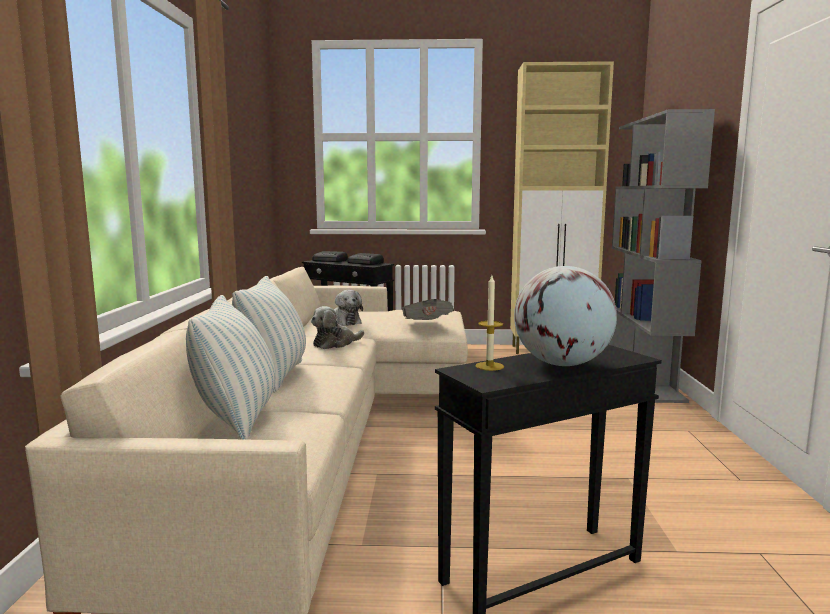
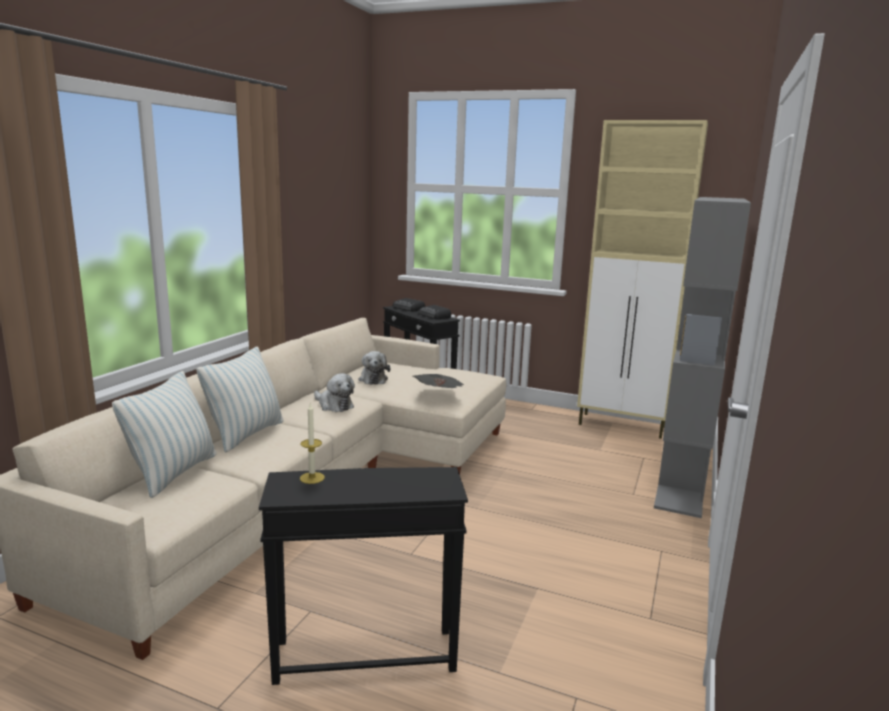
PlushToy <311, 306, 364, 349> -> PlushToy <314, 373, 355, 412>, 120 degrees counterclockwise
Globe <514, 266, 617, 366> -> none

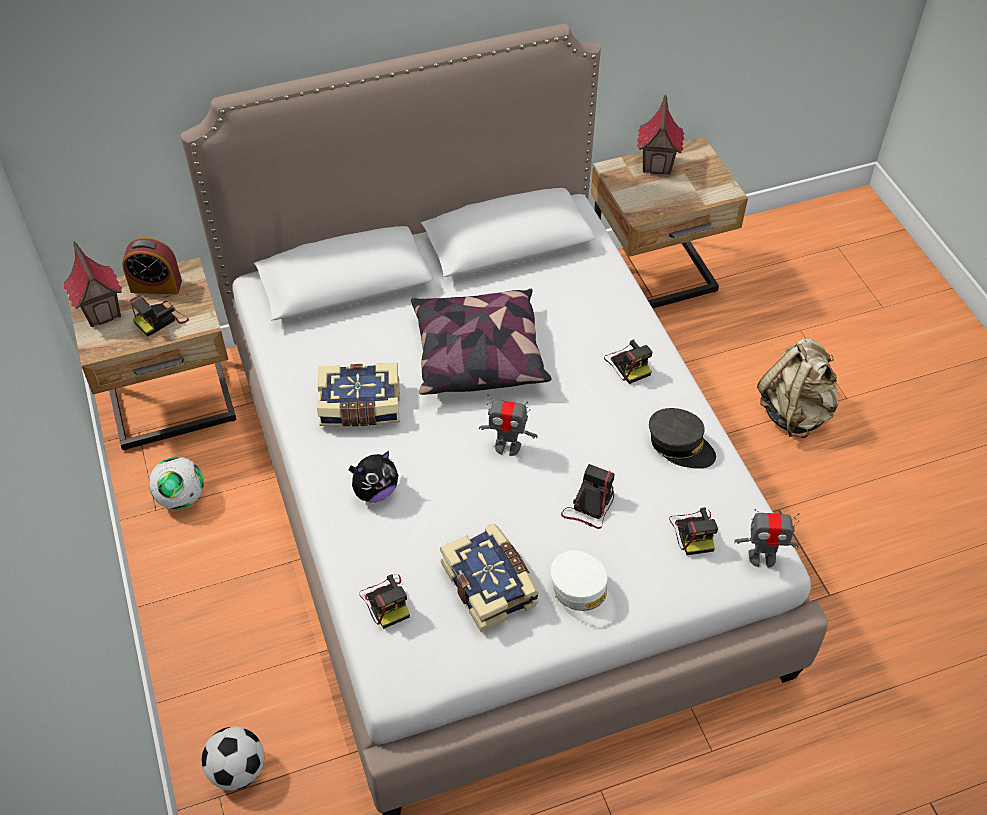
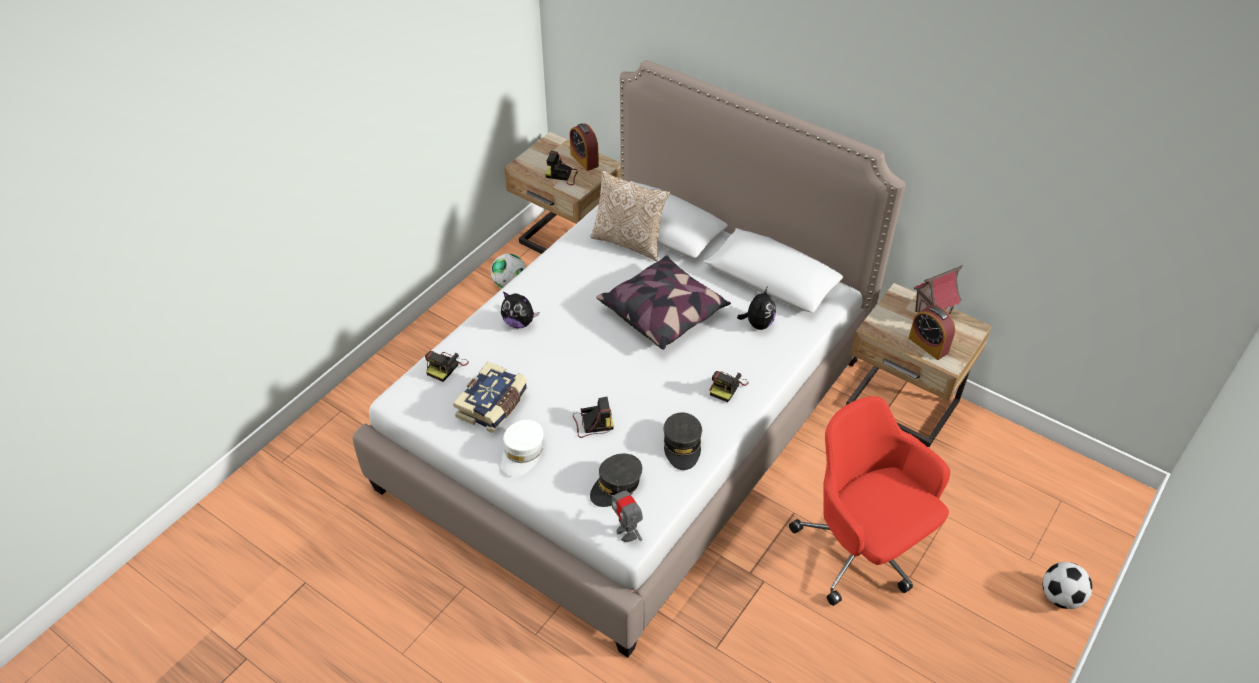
none -> Pillow <590, 170, 670, 262>
PhotoCamera <669, 507, 718, 555> -> GreyCap <590, 454, 642, 507>
none -> PlushToy <737, 287, 776, 330>
BeigeBackpack <757, 338, 839, 438> -> RedOfficeChair <789, 396, 950, 606>
none -> AlarmClock <909, 305, 955, 360>
Football <202, 726, 264, 791> -> Football <1043, 562, 1092, 609>, moved
ToyHouse <64, 241, 122, 327> -> none
Book <317, 363, 400, 427> -> none
ToyRobot <479, 394, 538, 456> -> none

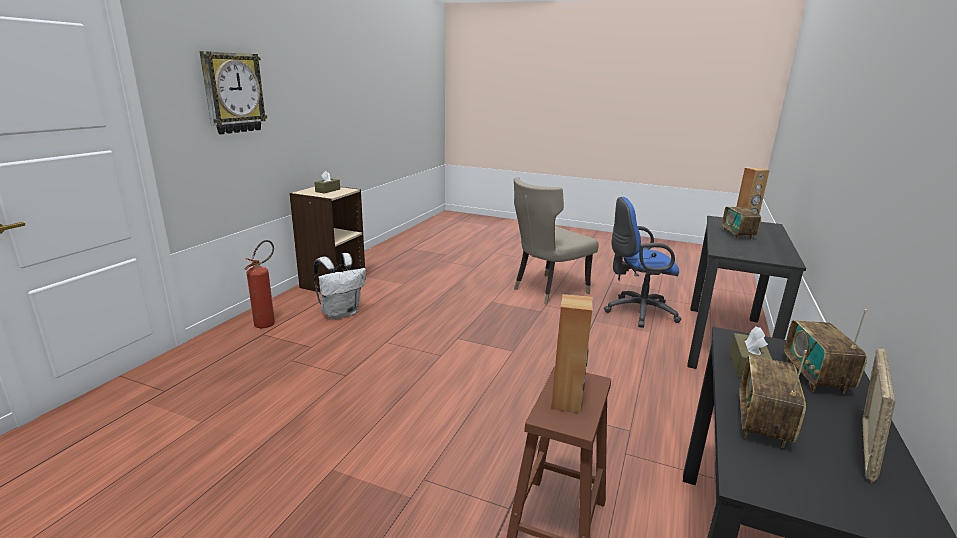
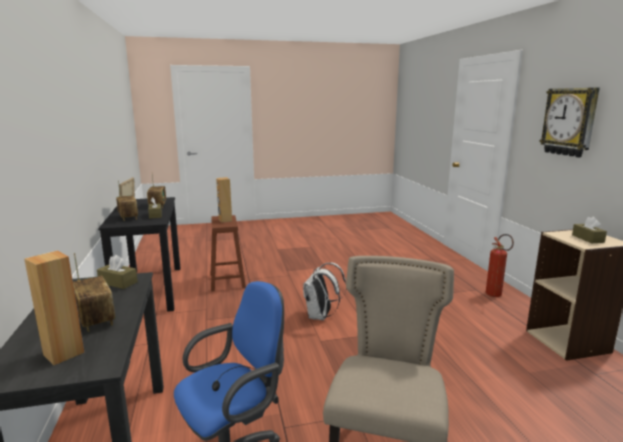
none -> BrownTissueBox <97, 255, 138, 289>
WhiteBackpack <313, 253, 366, 320> -> WhiteBackpack <303, 262, 347, 320>, moved

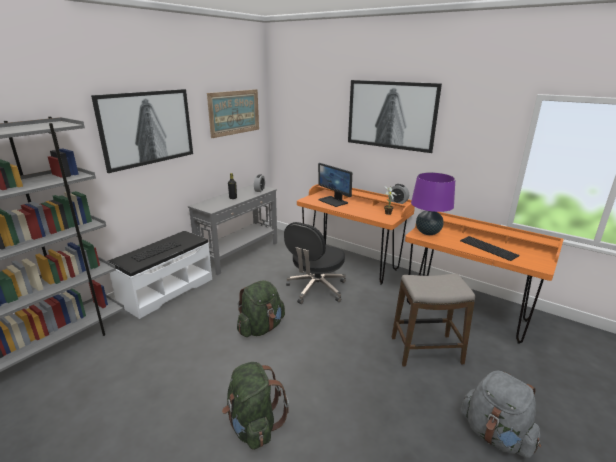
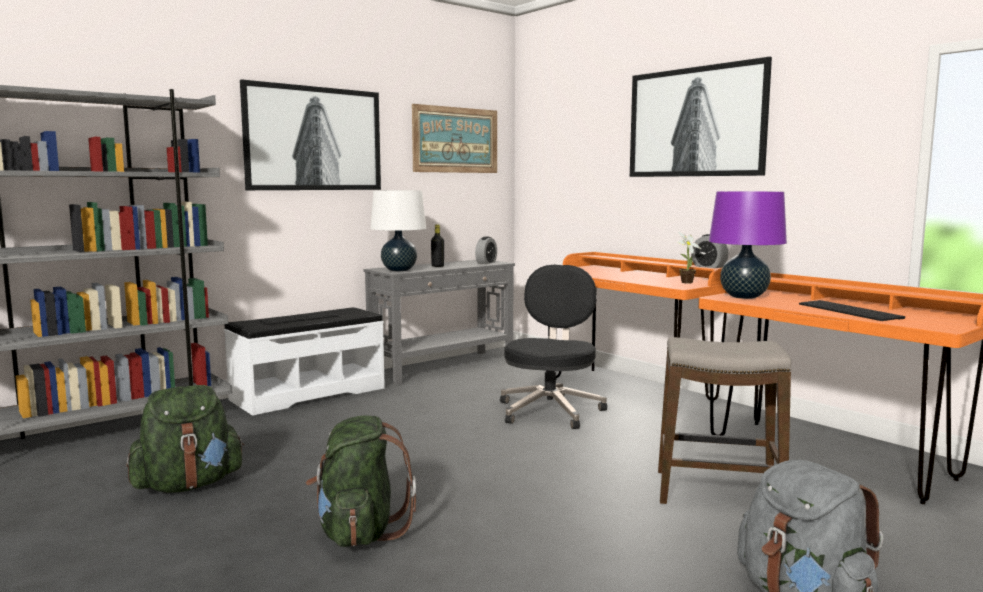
GreenBackpack <237, 280, 285, 337> -> GreenBackpack <127, 385, 245, 493>, moved
none -> WhiteTableLamp <370, 190, 426, 271>
BlackOfficeChair <284, 222, 346, 304> -> BlackOfficeChair <500, 265, 607, 429>, 150 degrees clockwise
Monitor <318, 163, 352, 207> -> none

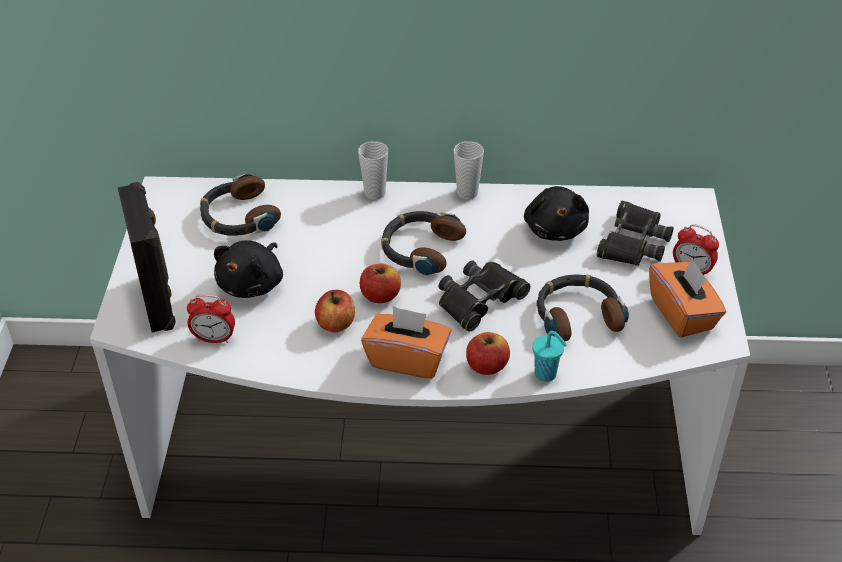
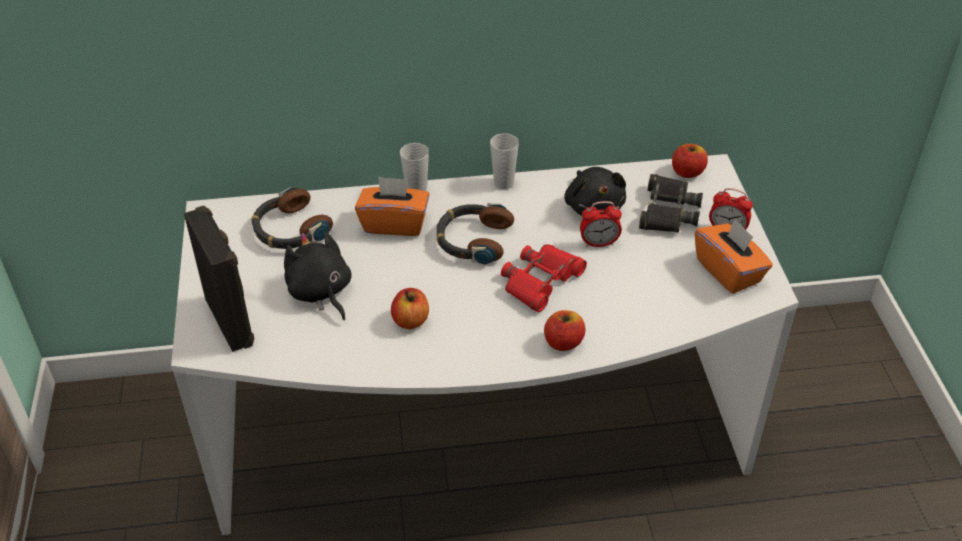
BlackPlushToy <214, 240, 283, 298> -> BlackPlushToy <284, 232, 351, 320>, 135 degrees clockwise
OrangeTissueBox <361, 306, 452, 379> -> OrangeTissueBox <355, 176, 430, 236>, moved
BlackBinoculars <439, 261, 531, 332> -> RedBinoculars <501, 244, 587, 312>
AlarmClock <187, 294, 235, 343> -> AlarmClock <580, 201, 622, 247>, moved
Apple <360, 264, 401, 303> -> Apple <672, 144, 708, 178>, moved
TurquoiseCup <532, 331, 567, 382> -> none
Headphones <537, 274, 629, 341> -> none

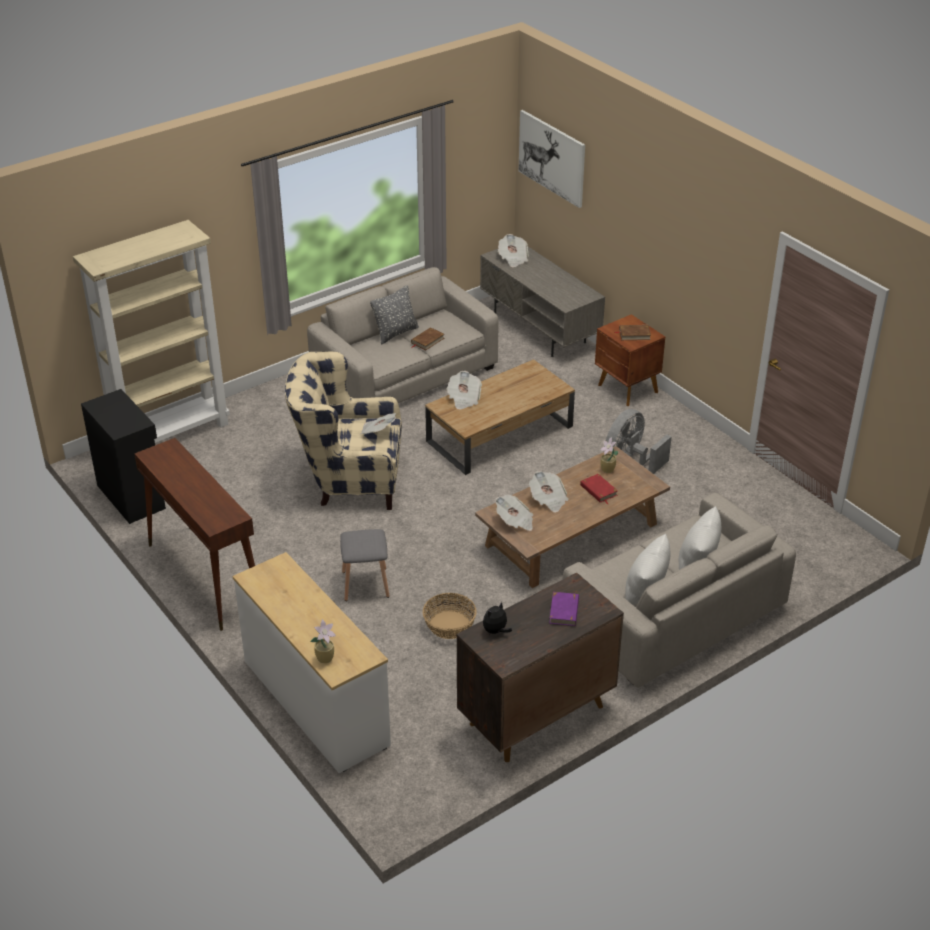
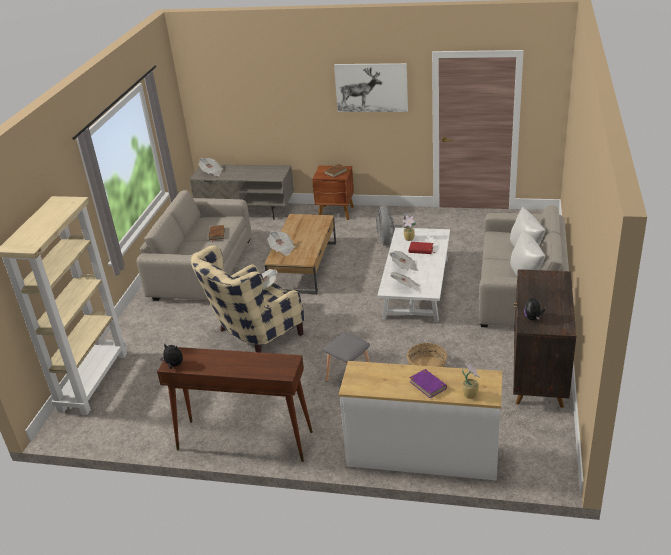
none -> PlushToy <160, 343, 183, 369>
Picture <519, 110, 585, 208> -> Picture <334, 63, 408, 112>, moved
BrownCoffeeTable <475, 446, 670, 588> -> WhiteCoffeeTable <377, 228, 450, 322>
PurpleBook <549, 592, 579, 626> -> PurpleBook <409, 369, 447, 398>, moved
BlackCabinet <81, 389, 166, 524> -> none
GreyPillow <370, 285, 419, 345> -> none

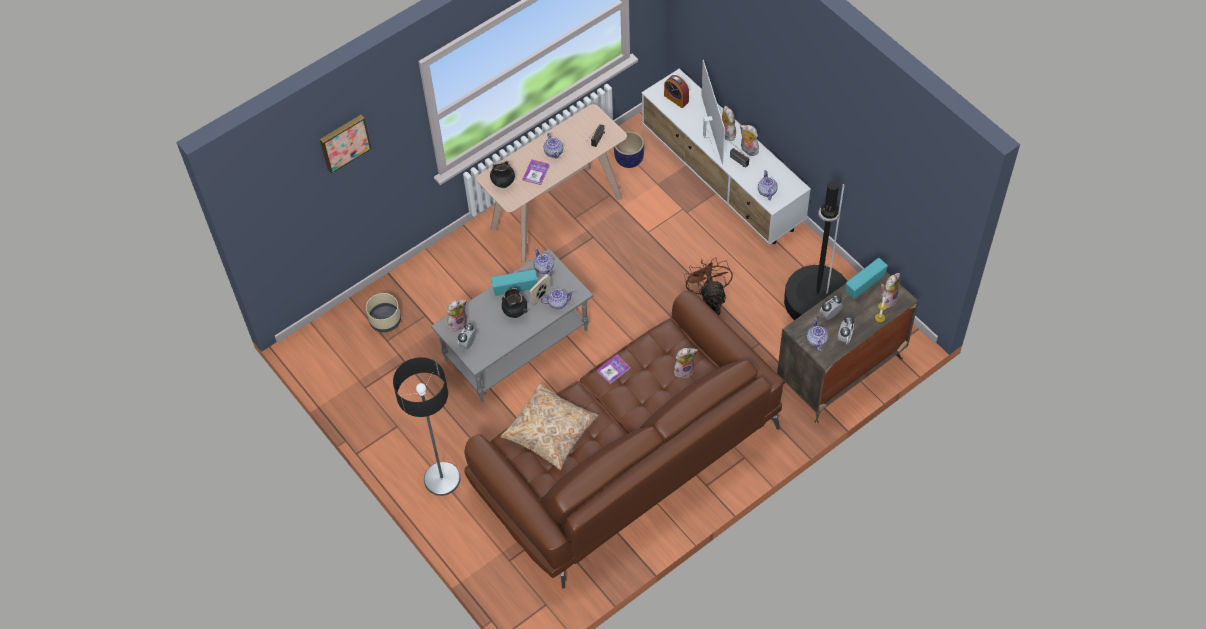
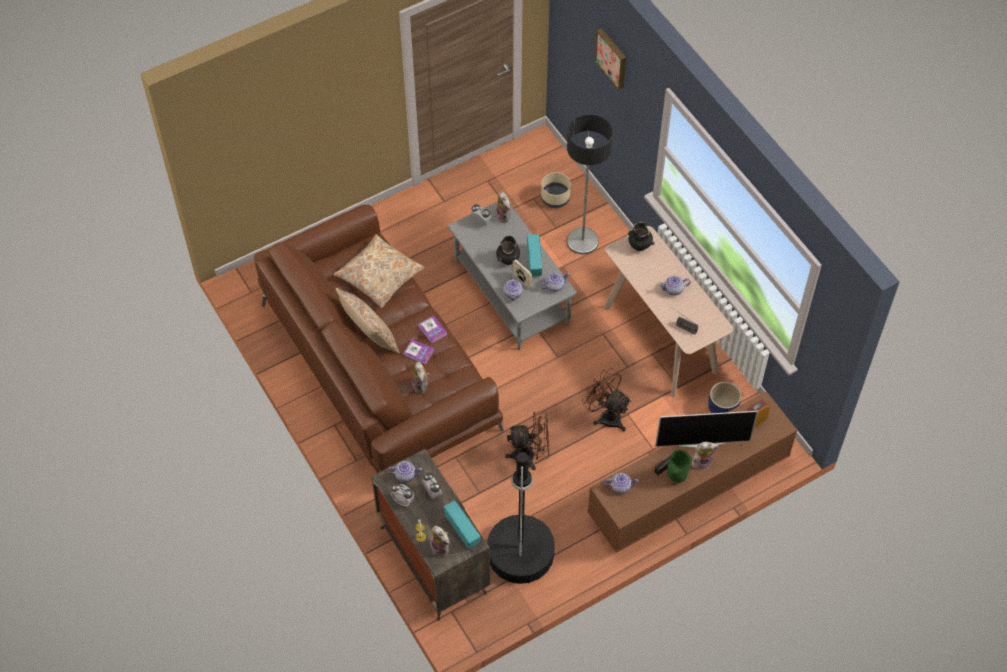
none -> BeigePillow <336, 288, 400, 353>
Book <523, 159, 550, 185> -> Book <403, 339, 435, 364>, moved
FloorLamp <393, 357, 460, 496> -> FloorLamp <567, 114, 613, 254>, moved
none -> BrownFan <582, 368, 631, 431>
WhiteTvStand <641, 69, 811, 245> -> BrownTvStand <587, 391, 798, 553>
PlushToy <740, 125, 759, 156> -> GreenVase <667, 450, 691, 483>

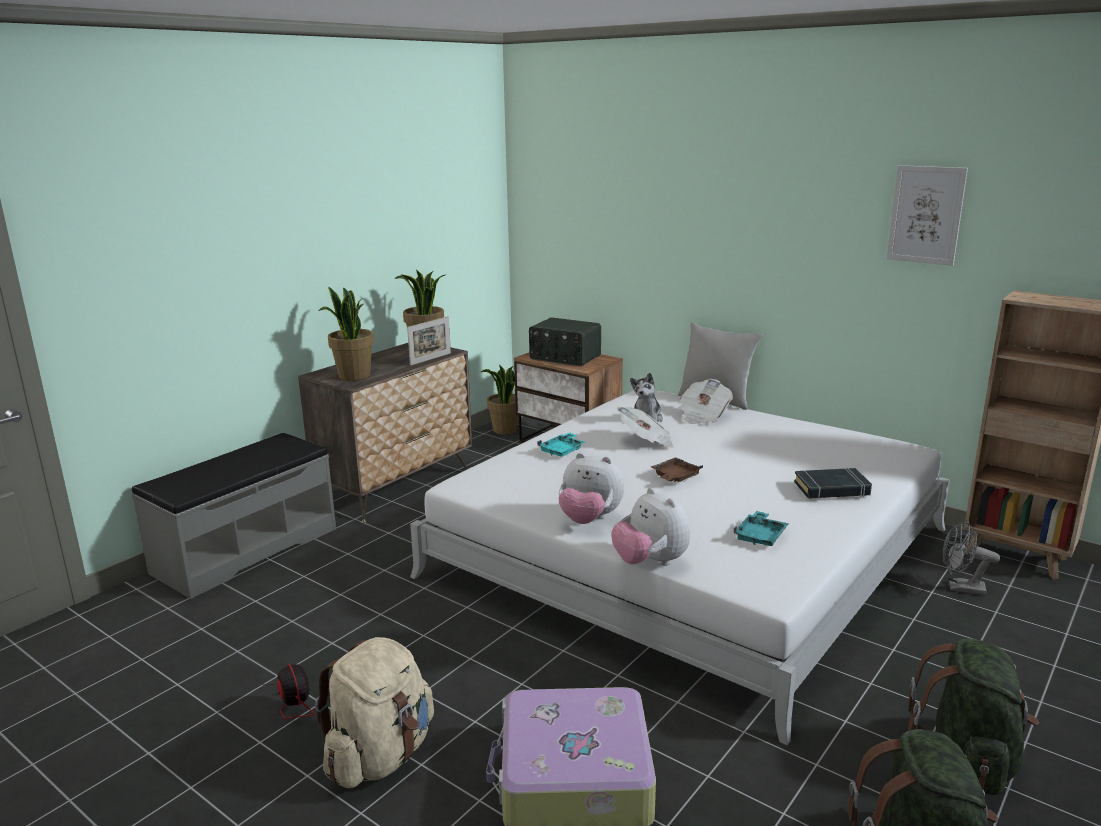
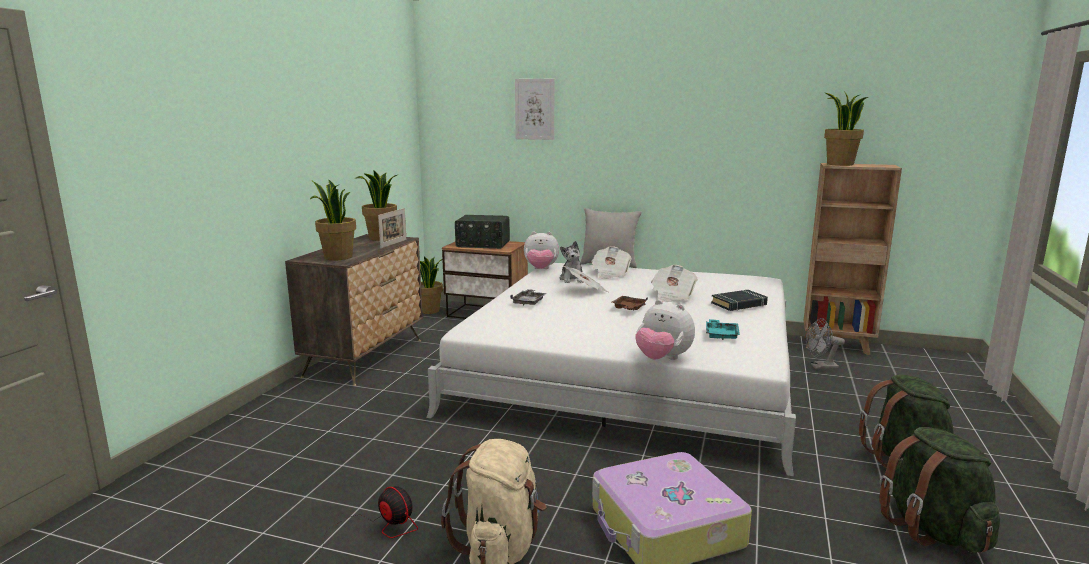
TurquoiseTray <537, 433, 585, 456> -> GreyTray <510, 289, 547, 305>
Picture <887, 165, 968, 266> -> Picture <515, 79, 555, 140>, moved
PlushToy <558, 453, 624, 524> -> PlushToy <524, 231, 559, 269>, moved
none -> Newspaper <651, 265, 698, 302>
none -> PottedPlant <824, 91, 868, 166>
GreyBench <132, 433, 336, 599> -> none

